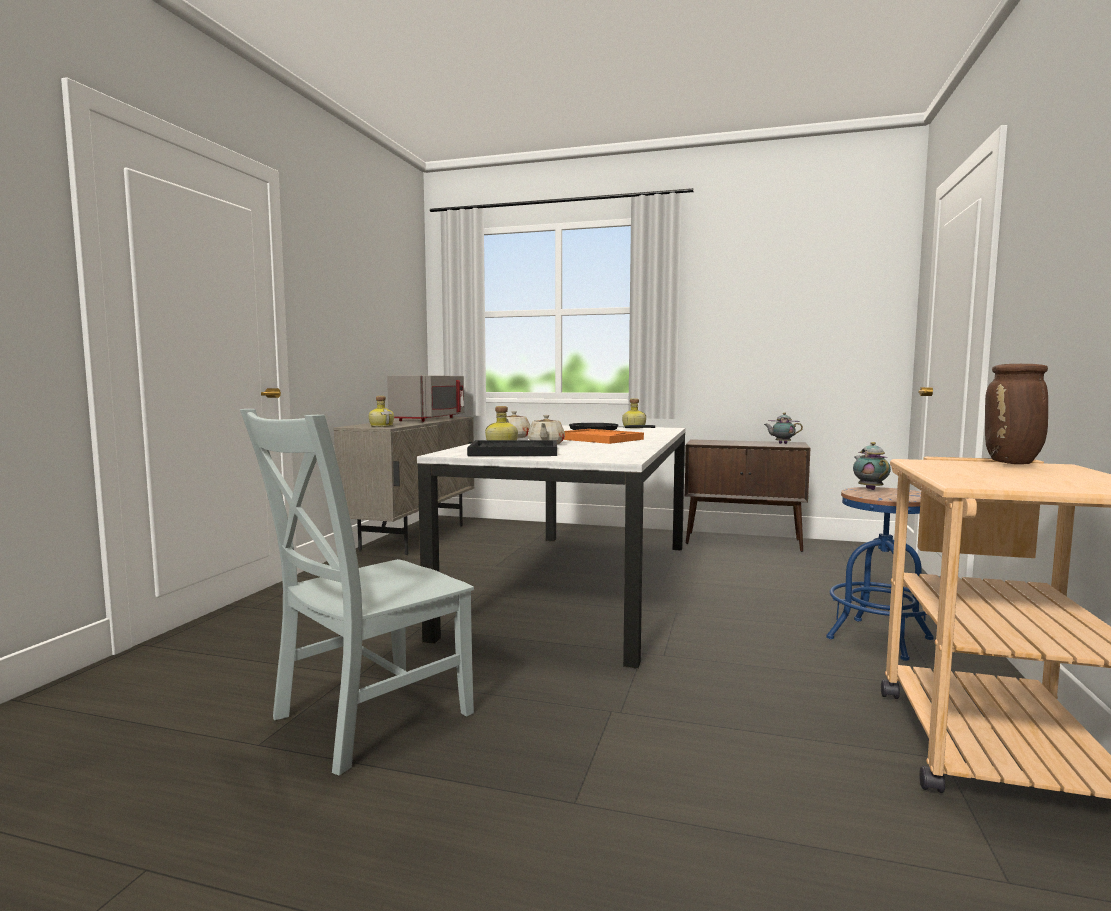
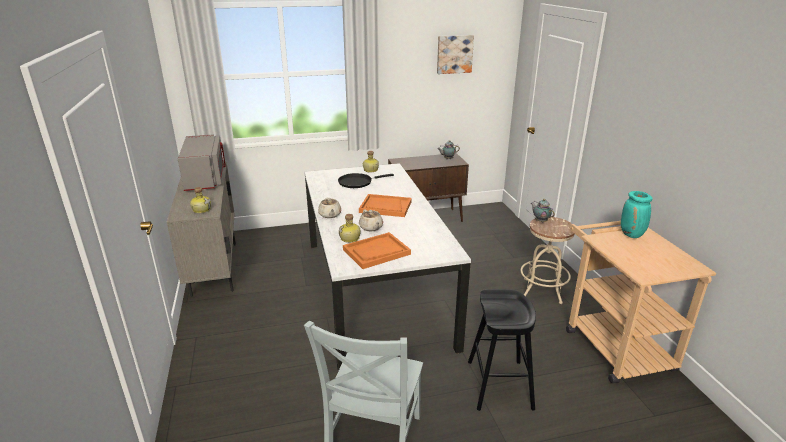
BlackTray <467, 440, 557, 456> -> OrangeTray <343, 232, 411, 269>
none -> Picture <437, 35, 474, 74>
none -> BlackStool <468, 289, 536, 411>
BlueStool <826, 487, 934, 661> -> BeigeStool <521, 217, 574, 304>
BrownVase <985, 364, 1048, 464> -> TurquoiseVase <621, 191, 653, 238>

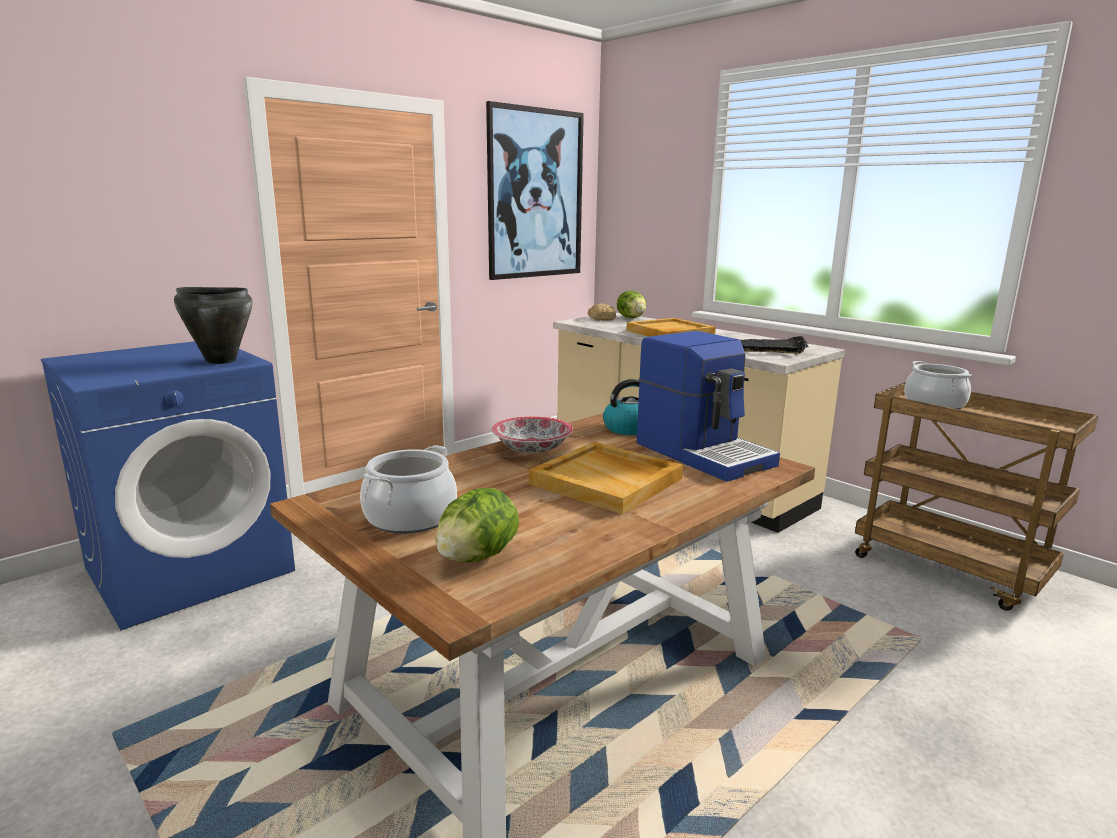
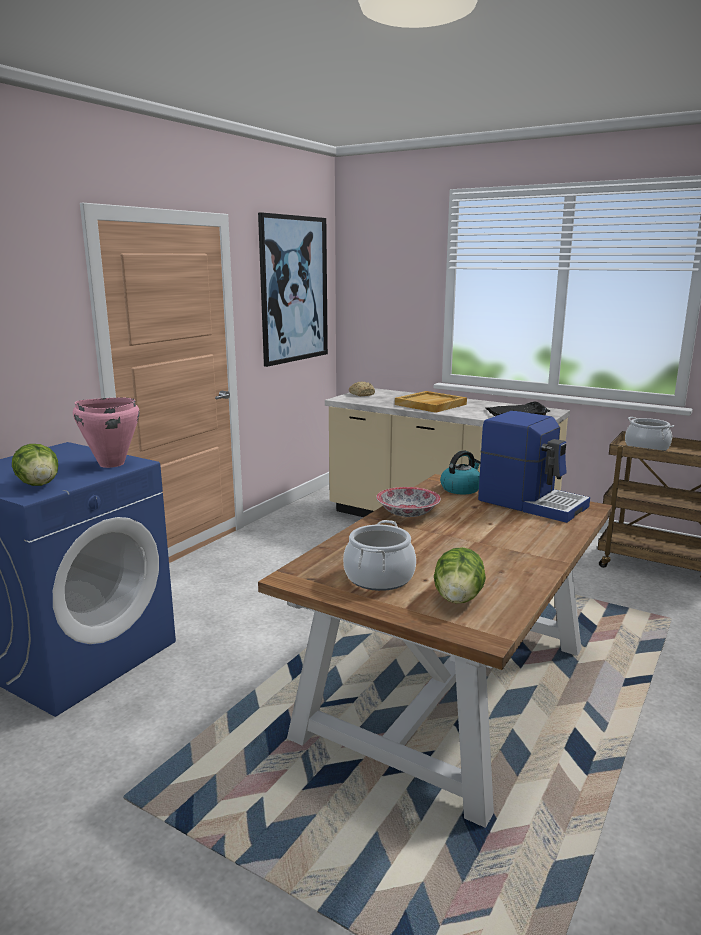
Lettuce <617, 291, 646, 318> -> Lettuce <12, 444, 58, 486>, moved
BlackCookingPot <174, 287, 252, 364> -> PinkCookingPot <73, 398, 139, 468>
BeigeTray <529, 442, 683, 515> -> none

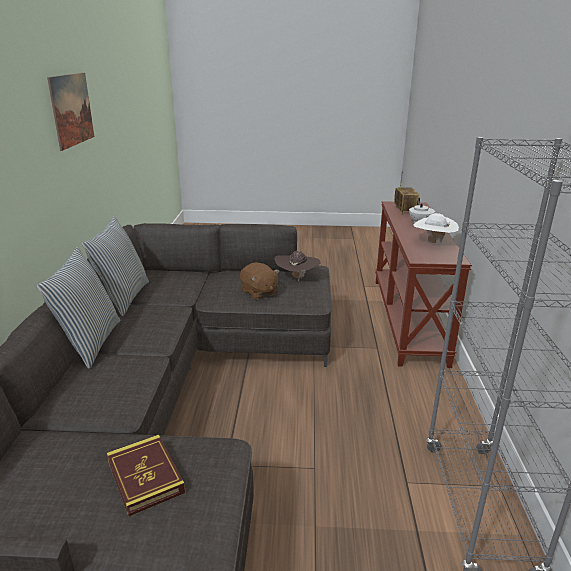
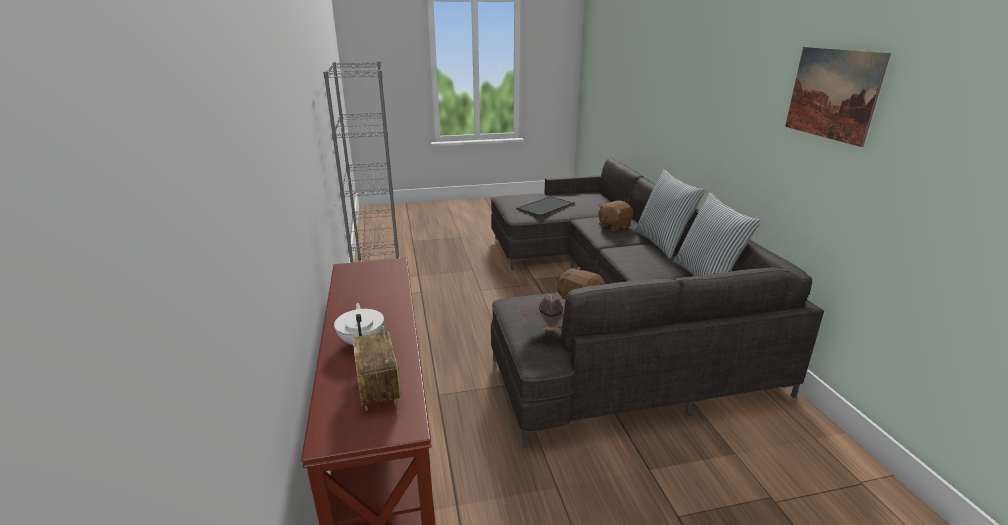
Book <107, 435, 185, 516> -> Tray <516, 196, 574, 217>
none -> BrownPlushToy <598, 201, 634, 231>
WhiteHat <414, 213, 459, 243> -> none

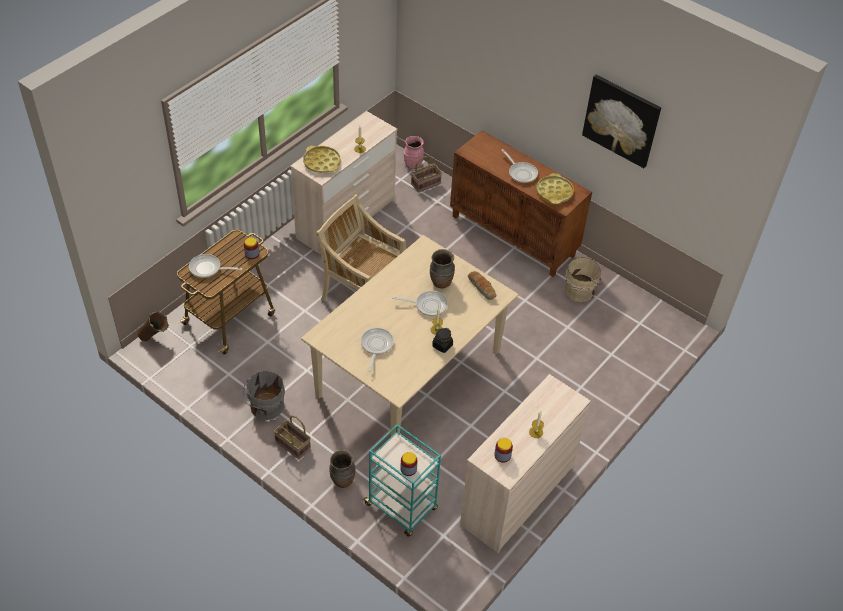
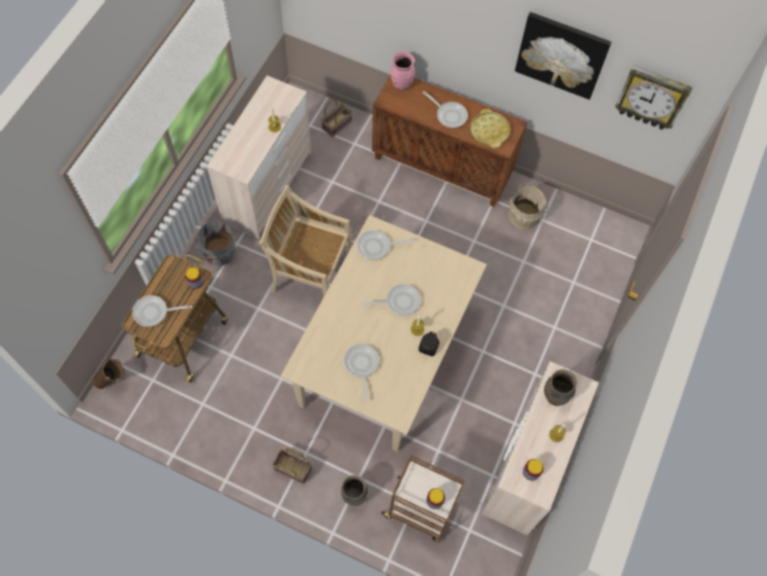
GreyBucket <243, 371, 285, 420> -> GreyBucket <195, 221, 236, 266>, moved
none -> FryingPan <357, 230, 415, 260>
TurquoiseCart <362, 424, 441, 537> -> BrownCart <381, 455, 465, 542>
PinkVase <404, 136, 424, 169> -> PinkVase <391, 52, 415, 90>, moved
BrownVase <430, 249, 455, 288> -> BrownVase <544, 369, 577, 406>, moved
none -> WallClock <615, 65, 693, 130>
YellowTray <303, 146, 341, 173> -> none
Bread <468, 271, 496, 300> -> none

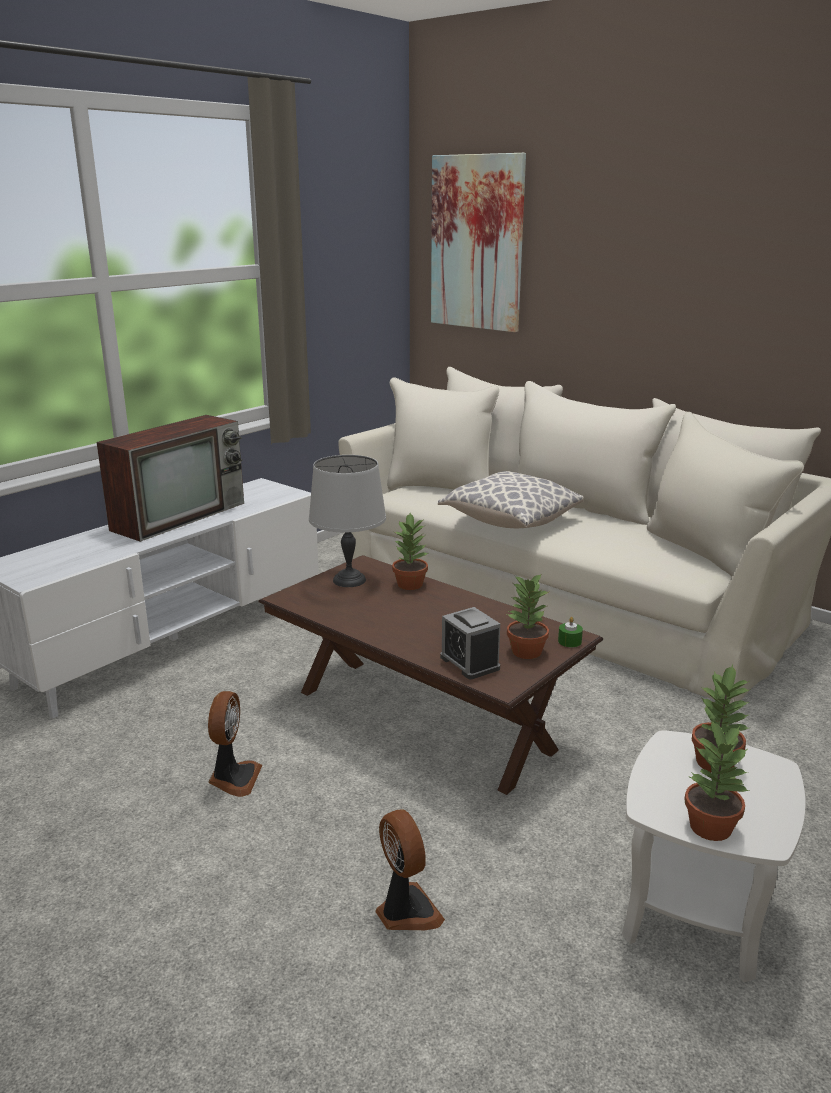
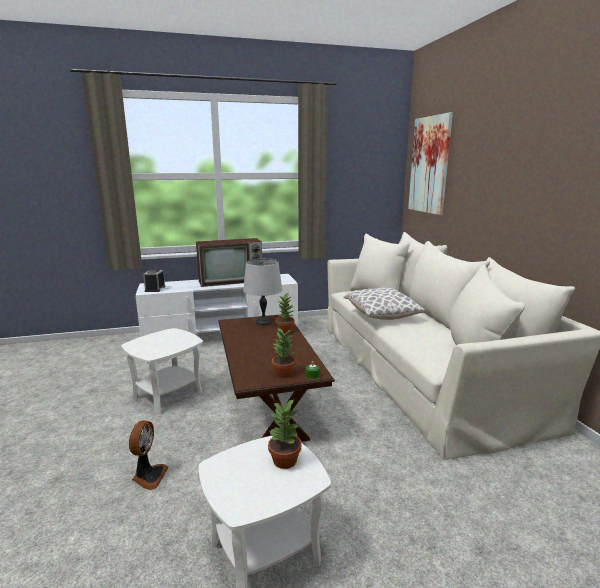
Fan <208, 691, 262, 797> -> WhiteSideTable <121, 328, 203, 415>
AlarmClock <440, 607, 500, 679> -> AlarmClock <143, 270, 165, 292>, moved
PottedPlant <684, 720, 749, 841> -> none

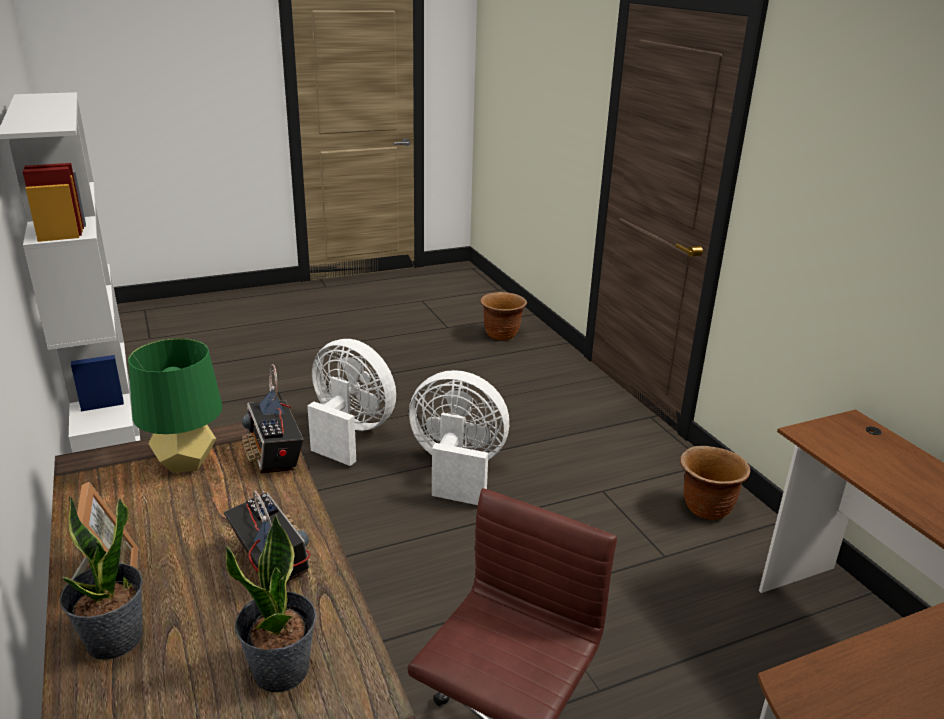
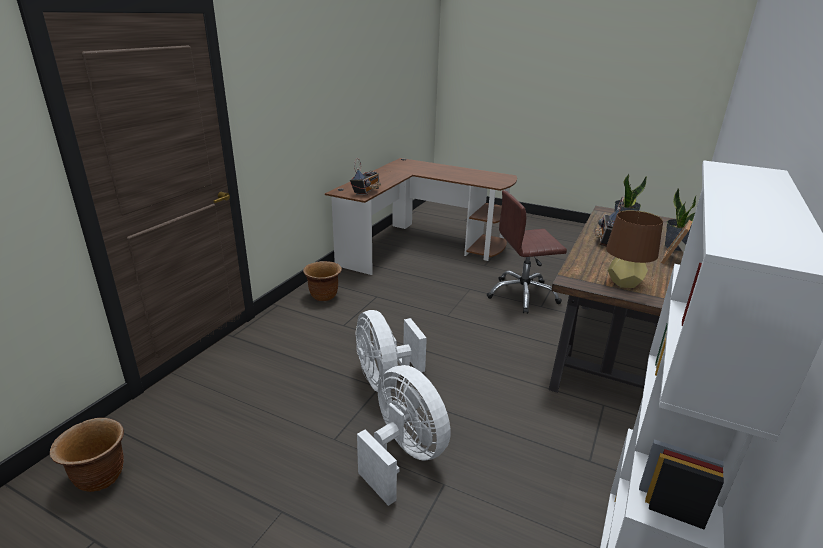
Radio <242, 364, 304, 474> -> Radio <350, 158, 381, 195>, moved
WhiteFan <307, 339, 396, 466> -> WhiteFan <357, 365, 450, 506>, 150 degrees clockwise
GreenTableLamp <128, 338, 223, 473> -> BrownTableLamp <606, 210, 663, 288>

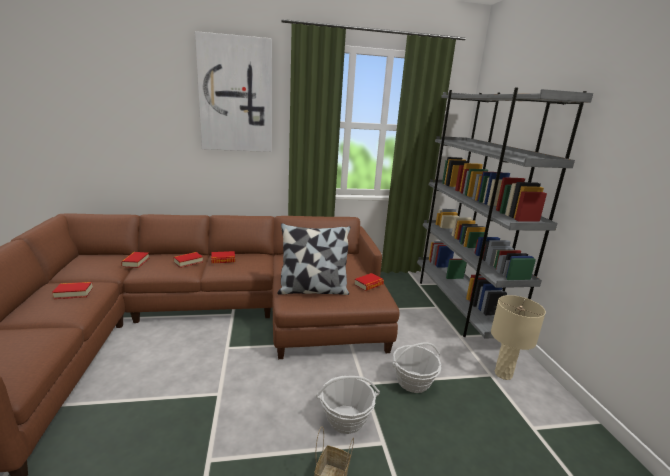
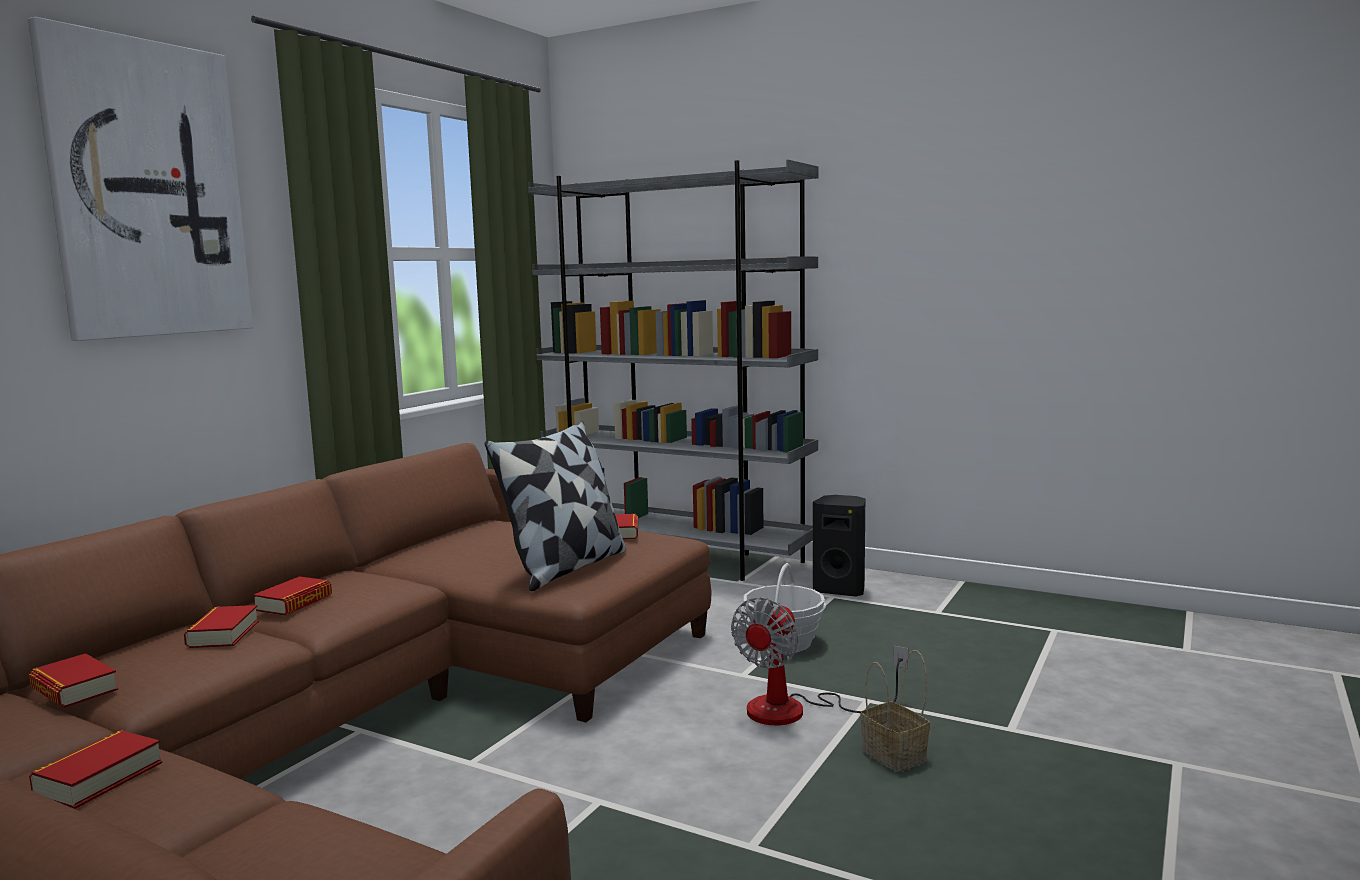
Basket <316, 376, 380, 434> -> Fan <731, 597, 908, 726>
BeigeTableLamp <491, 295, 546, 380> -> BlackSpeaker <813, 495, 865, 597>

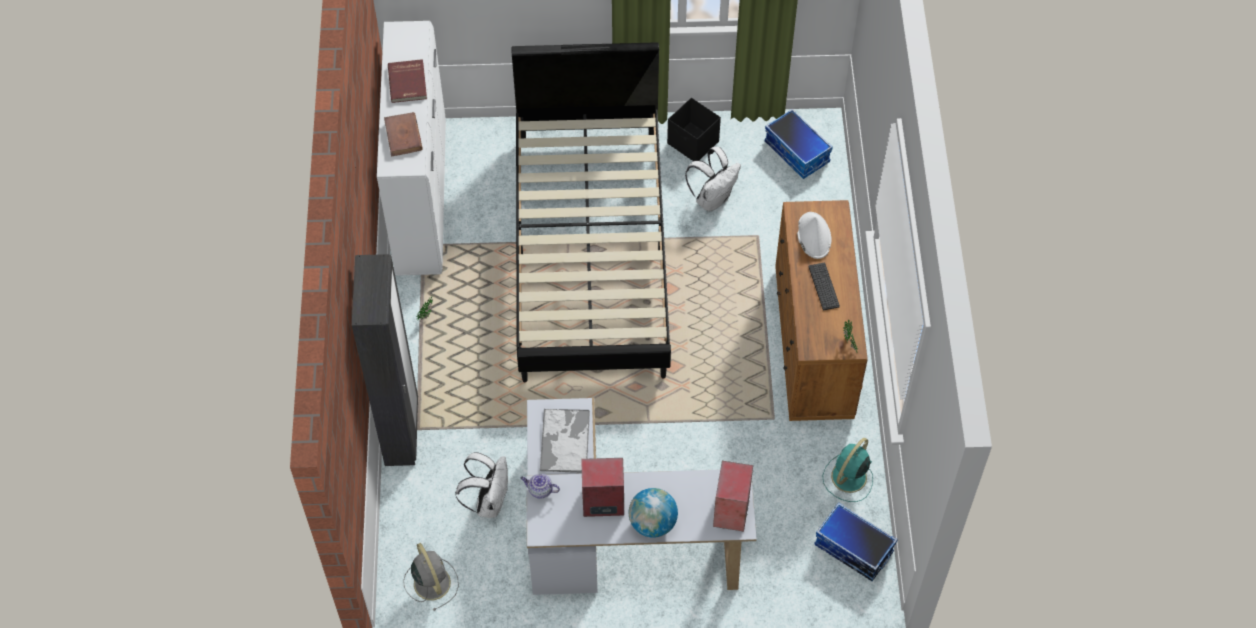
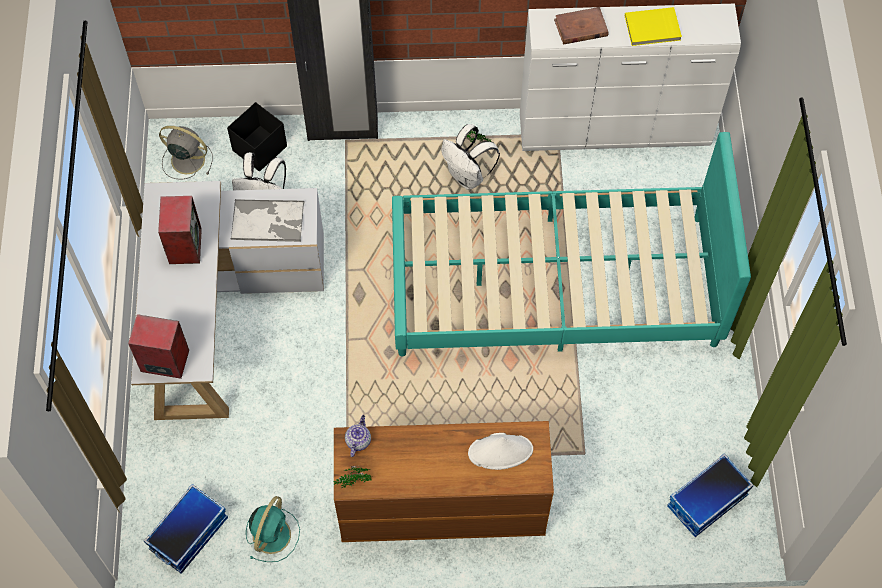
GreyFan <403, 543, 459, 611> -> GreyFan <159, 126, 213, 179>, 135 degrees counterclockwise
BlackStorageBox <667, 98, 721, 161> -> BlackStorageBox <227, 102, 287, 172>, moved
TurquoiseFan <822, 438, 873, 502> -> TurquoiseFan <246, 496, 300, 562>, 75 degrees clockwise
Teapot <520, 474, 560, 499> -> Teapot <345, 415, 371, 457>, moved
BlackBed <512, 42, 671, 382> -> TurquoiseBed <392, 132, 751, 356>
WhiteBackpack <685, 147, 741, 212> -> WhiteBackpack <441, 124, 500, 190>, moved
RedBook <388, 59, 427, 103> -> YellowBook <625, 7, 682, 46>
Globe <629, 488, 678, 538> -> none
Keyboard <809, 263, 840, 310> -> none

